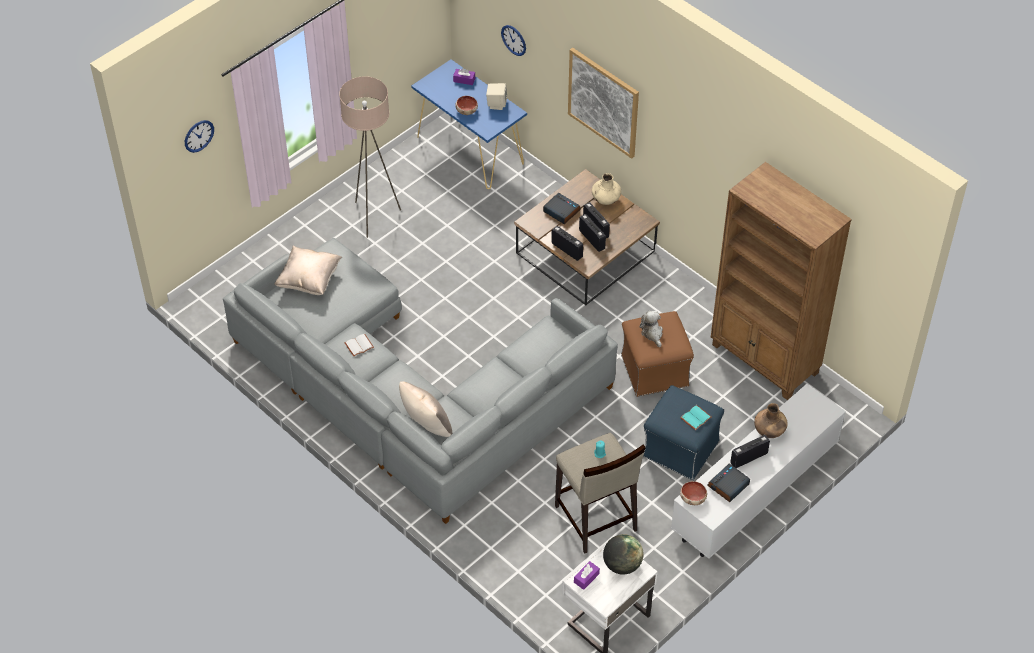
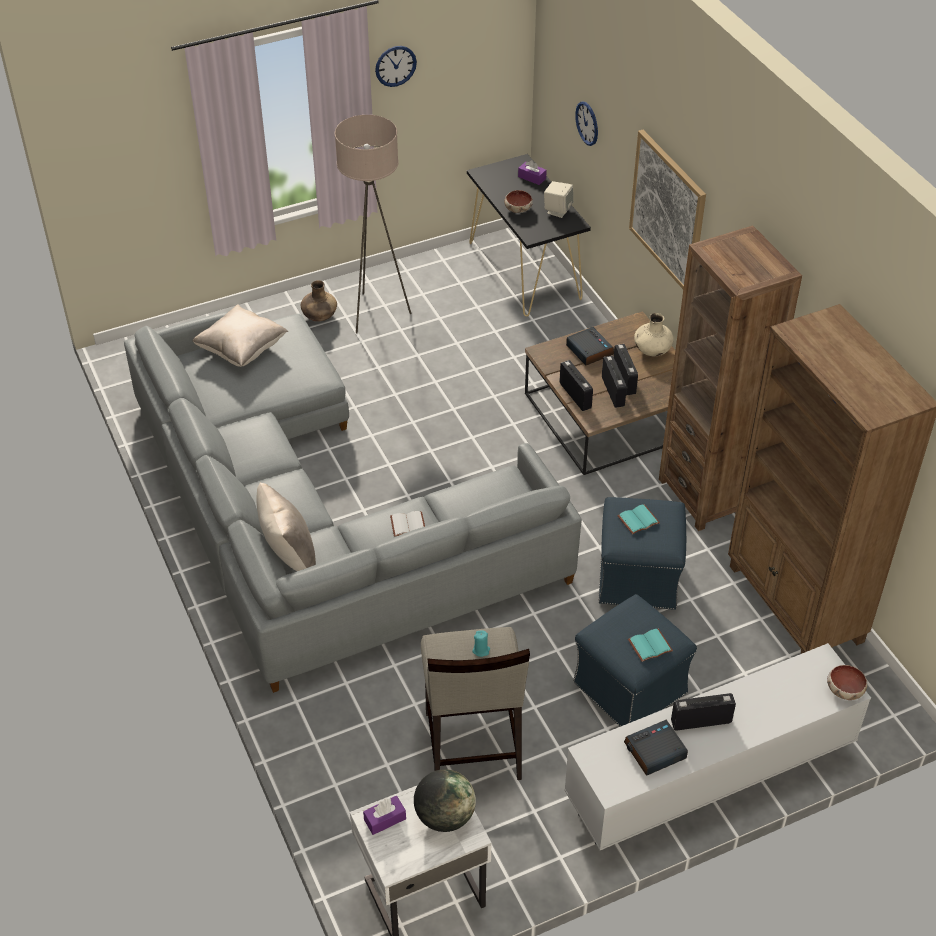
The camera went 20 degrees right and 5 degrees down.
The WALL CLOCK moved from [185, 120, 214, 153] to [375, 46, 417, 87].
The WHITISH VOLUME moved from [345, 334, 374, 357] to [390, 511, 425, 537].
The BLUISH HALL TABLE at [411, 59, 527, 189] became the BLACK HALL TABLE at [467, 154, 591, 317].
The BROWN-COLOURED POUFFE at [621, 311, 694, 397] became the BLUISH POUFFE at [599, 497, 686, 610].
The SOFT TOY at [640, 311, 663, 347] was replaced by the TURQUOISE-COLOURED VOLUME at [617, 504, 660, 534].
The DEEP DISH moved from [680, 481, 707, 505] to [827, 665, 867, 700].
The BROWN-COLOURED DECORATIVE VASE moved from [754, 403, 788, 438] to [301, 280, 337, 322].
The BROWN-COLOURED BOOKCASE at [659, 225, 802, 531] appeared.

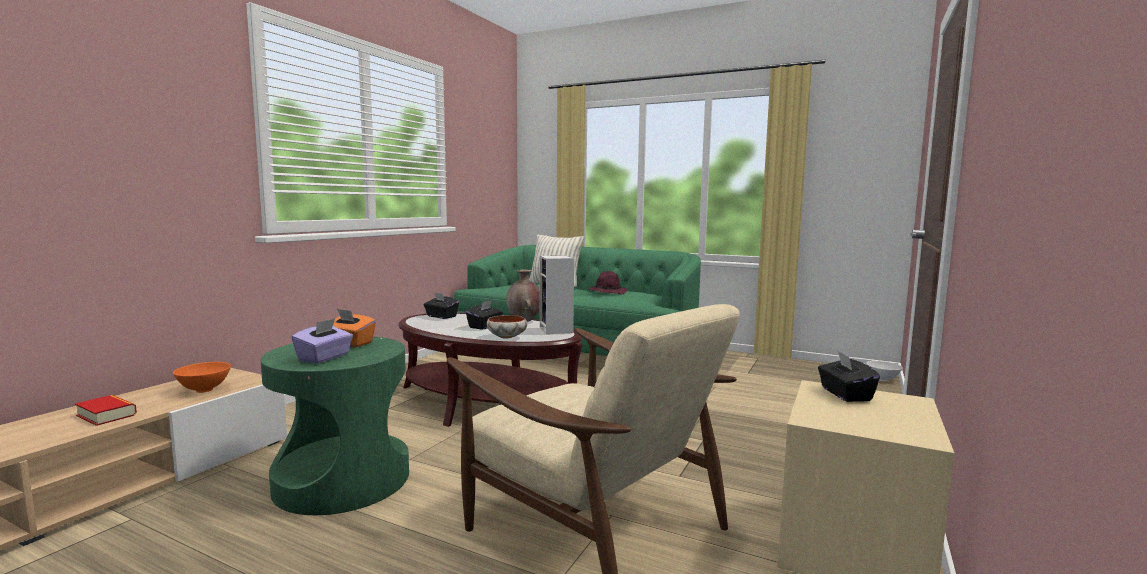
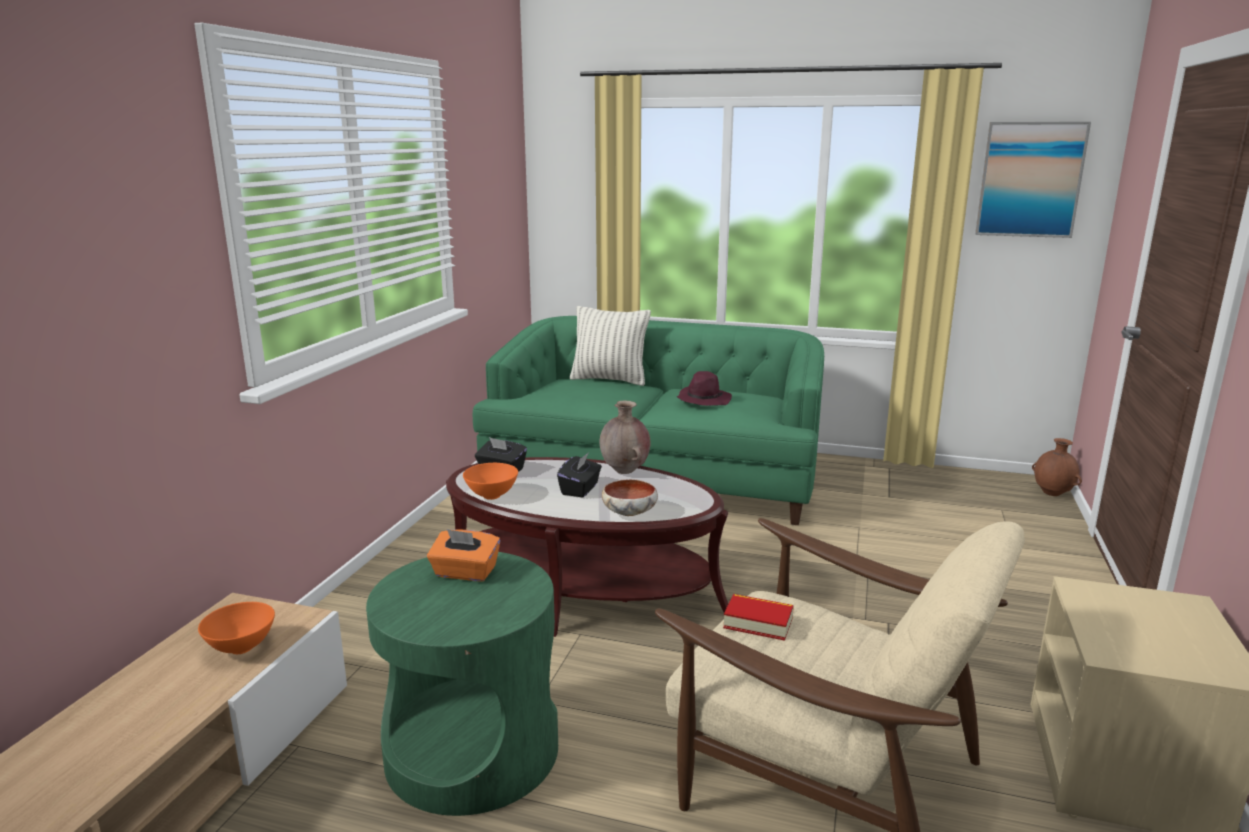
The camera went 10 degrees left and 10 degrees up.
The VOLUME moved from [75, 395, 137, 426] to [723, 594, 794, 641].
The PURPLE-COLOURED TISSUE BOX at [291, 319, 353, 364] disappeared.
The LOUDSPEAKER at [540, 256, 574, 334] disappeared.
The BLACK TISSUE BOX at [818, 350, 880, 402] disappeared.
The WHITISH DEEP DISH at [866, 361, 903, 381] was replaced by the BROWN-COLOURED DECORATIVE VASE at [1032, 438, 1082, 496].
The ORANGE-COLOURED DEEP DISH at [463, 463, 518, 500] appeared.
The WALL PICTURE at [975, 122, 1091, 238] appeared.

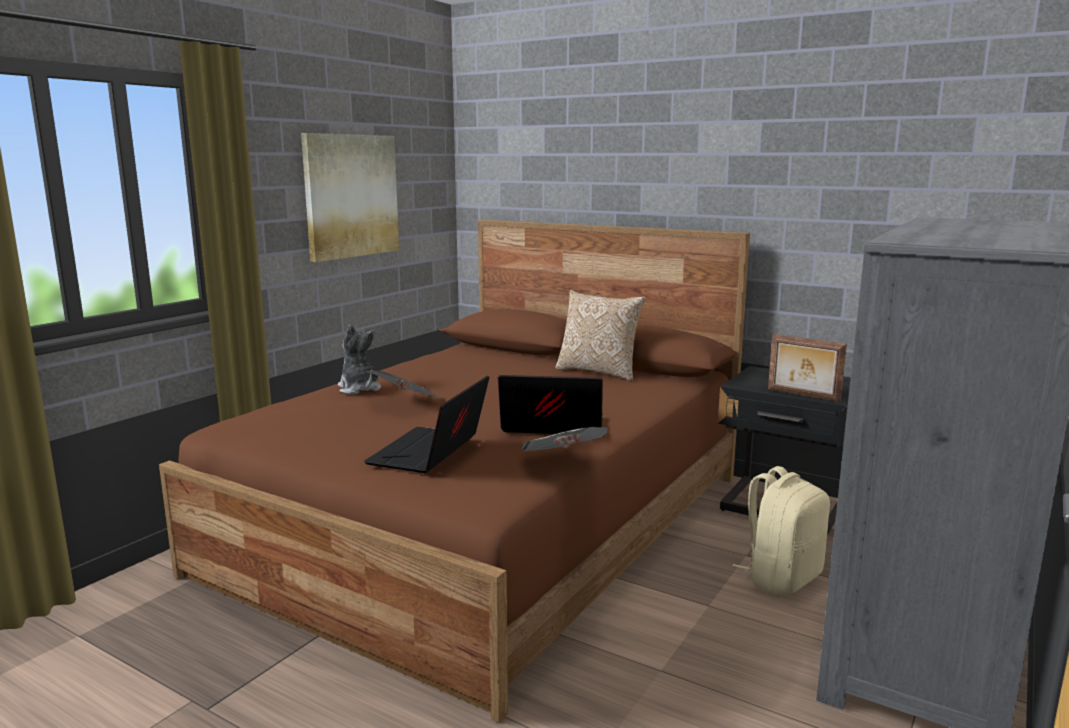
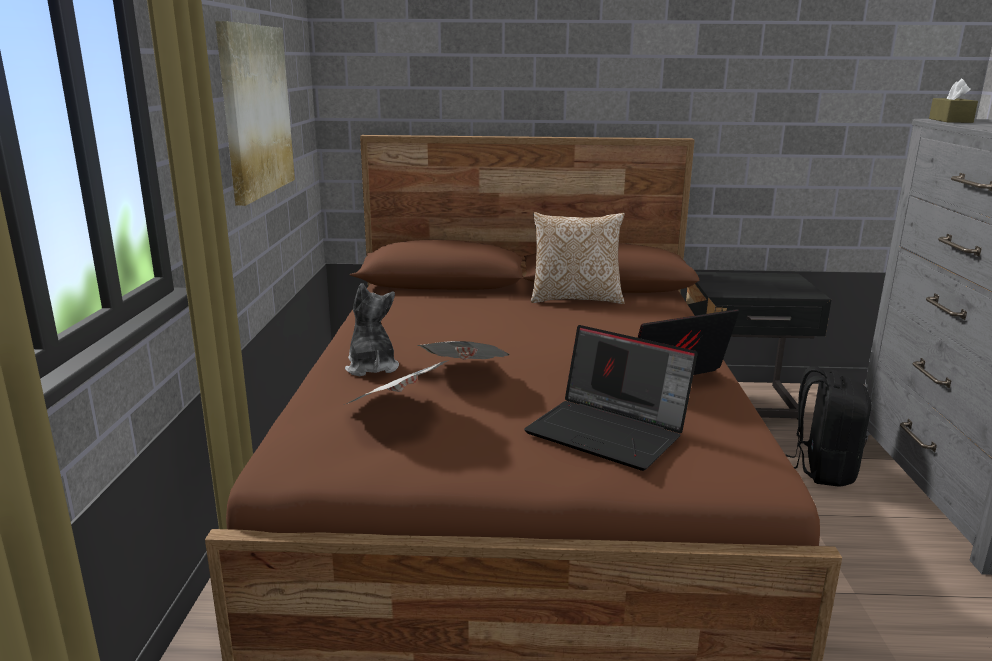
The camera went 30 degrees left and 5 degrees up.
The SOFT TOY at [338, 324, 381, 395] turned 45 degrees clockwise.
The LAPTOP at [364, 376, 489, 473] turned 45 degrees counterclockwise.
The NEWSPAPER moved from [522, 427, 608, 451] to [344, 360, 449, 405].
The BEIGE KNAPSACK at [732, 466, 830, 595] became the BLACK KNAPSACK at [785, 366, 871, 487].
The STANDING FRAME at [768, 334, 847, 402] disappeared.
The BROWN-COLOURED TISSUE BOX at [929, 79, 978, 123] appeared.

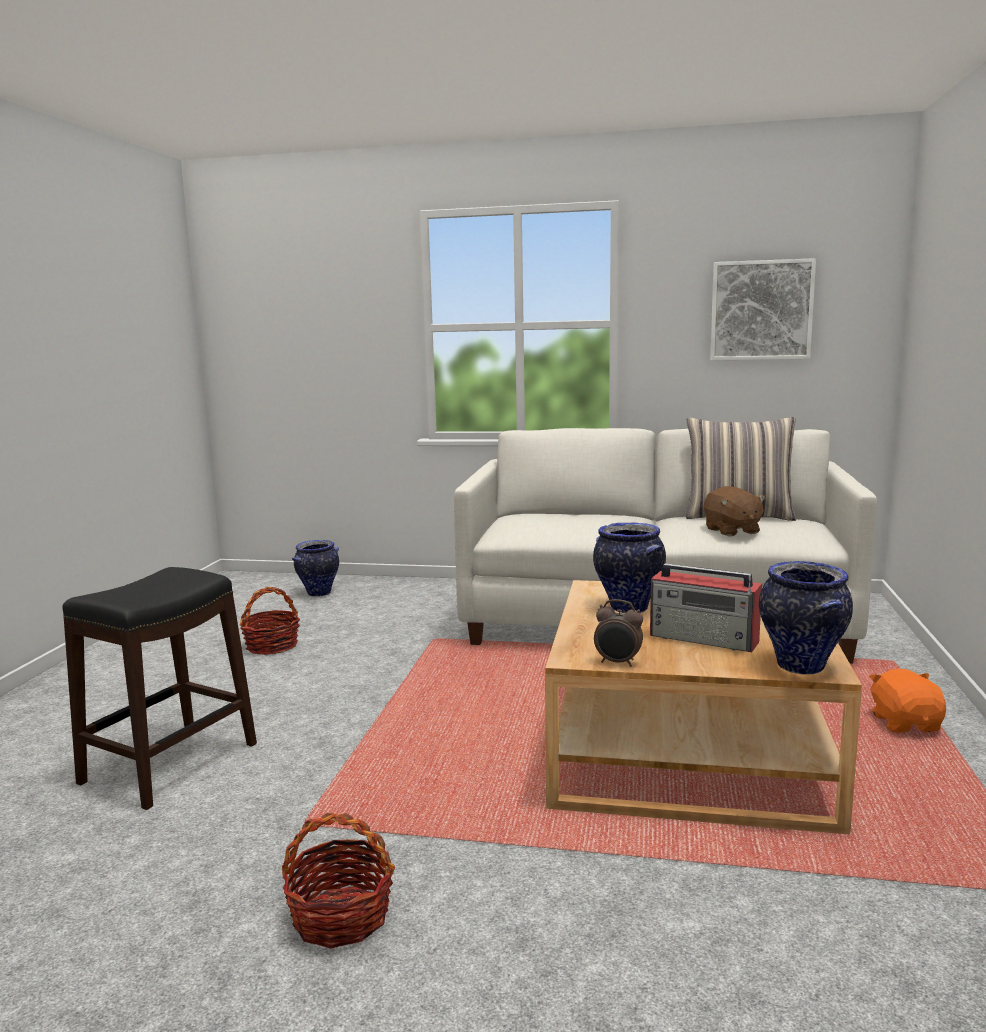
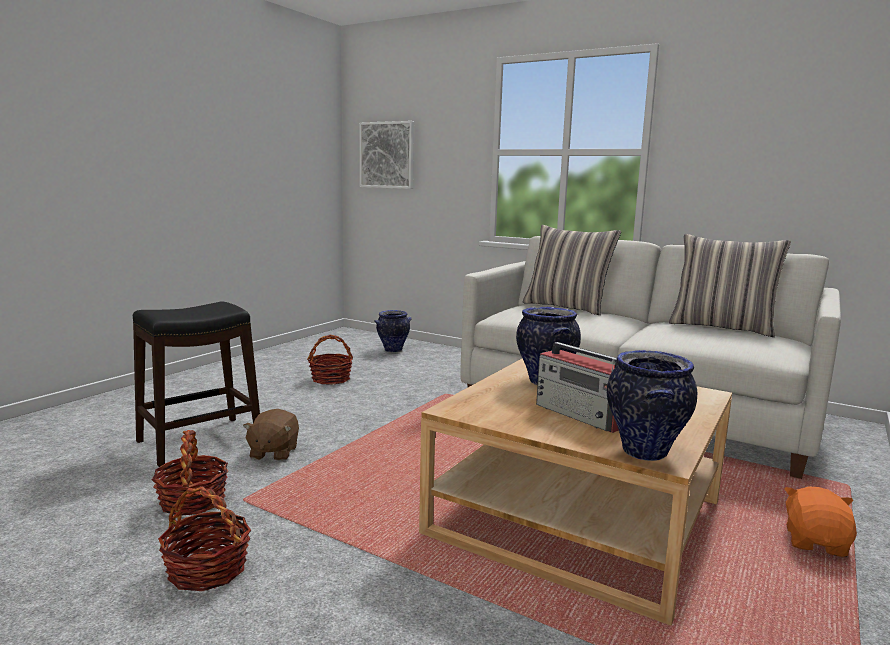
The camera went 20 degrees right and 0 degrees up.
The TABLE CLOCK at [594, 599, 643, 667] disappeared.
The BROWN-COLOURED SOFT TOY moved from [704, 486, 766, 536] to [243, 409, 299, 461].
The WALL PICTURE moved from [710, 258, 816, 361] to [359, 121, 414, 189].
The STORAGE BASKET at [152, 430, 228, 515] appeared.
The PILLOW at [523, 225, 621, 315] appeared.

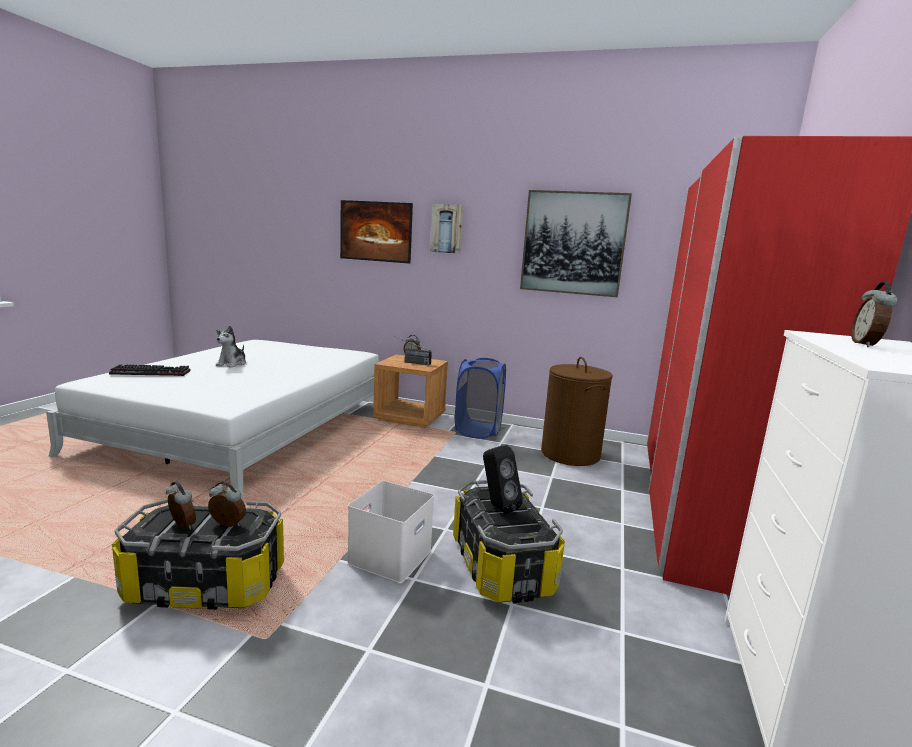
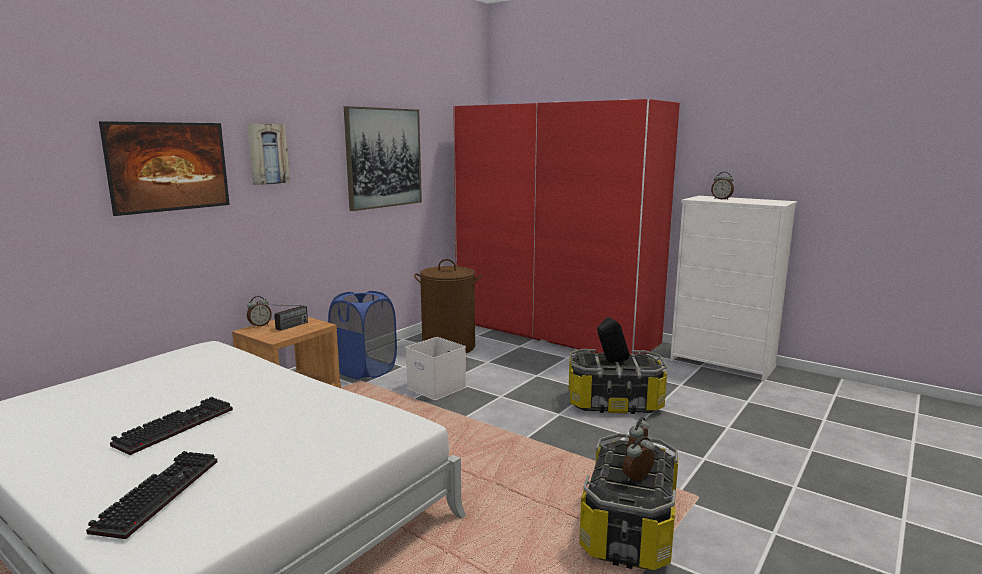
The camera went 70 degrees left and 0 degrees up.
The SOFT TOY at [216, 326, 246, 368] was replaced by the PC KEYBOARD at [110, 397, 233, 455].
The WHITISH STORAGE CONTAINER moved from [347, 481, 434, 583] to [406, 337, 466, 400].

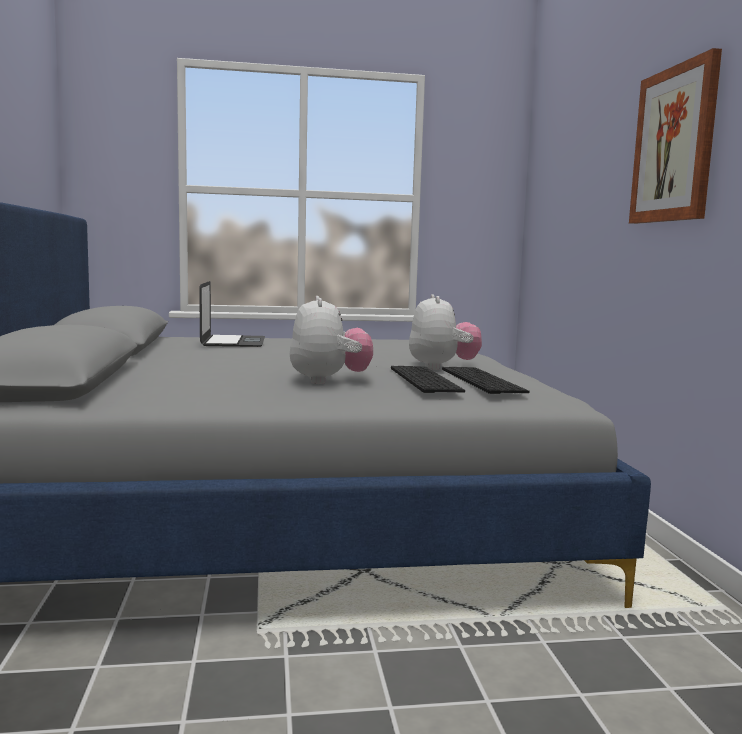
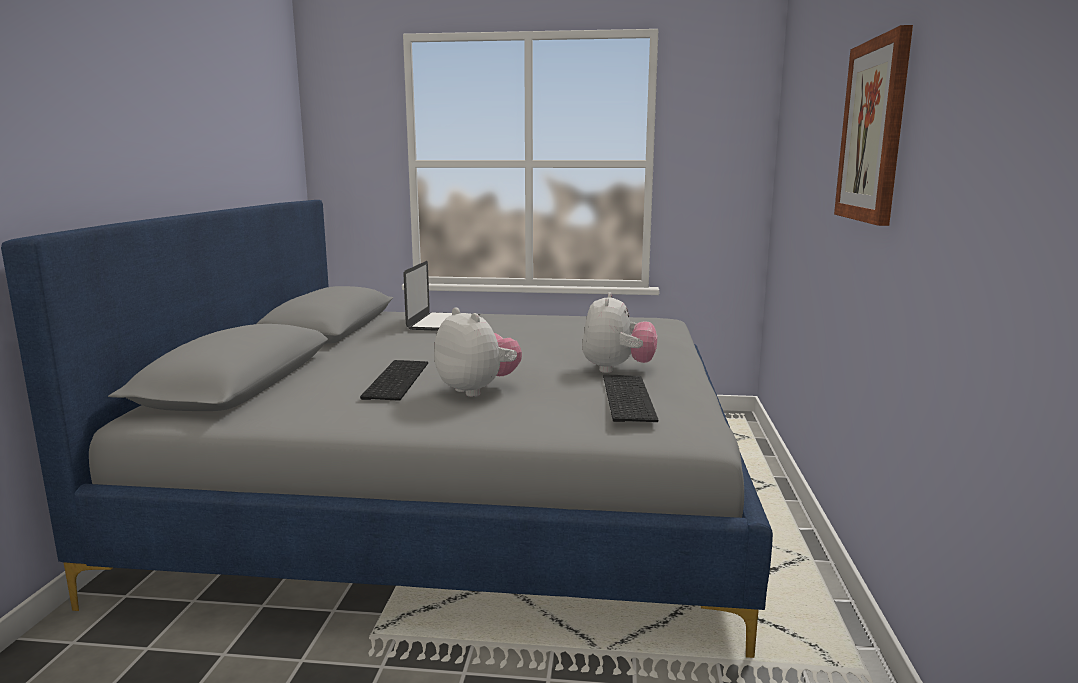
The camera went 15 degrees right and 5 degrees up.
The SOFT TOY at [290, 296, 373, 384] turned 45 degrees counterclockwise.
The PC KEYBOARD moved from [391, 366, 465, 393] to [360, 360, 428, 401].

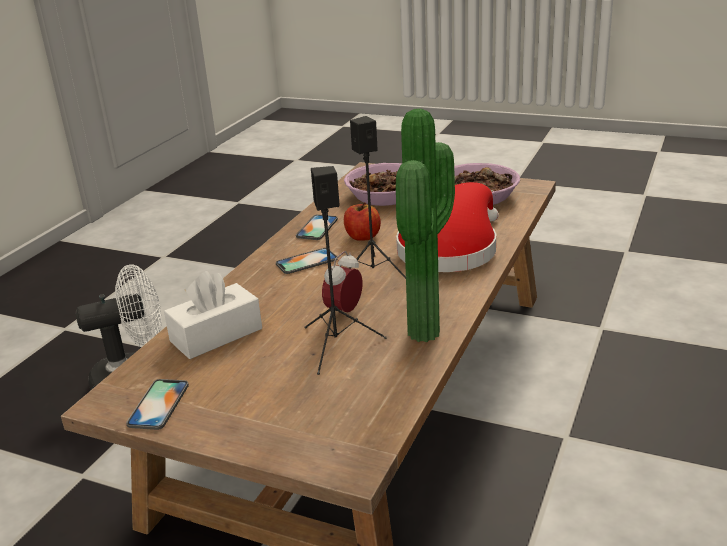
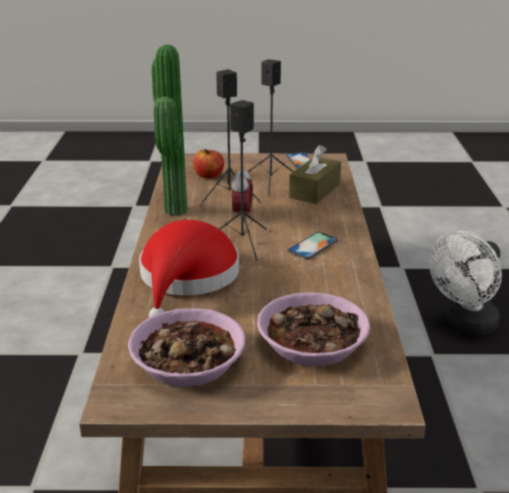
The camera went 155 degrees right and 0 degrees up.
The WHITISH TISSUE BOX at [164, 271, 262, 359] became the BROWN-COLOURED TISSUE BOX at [289, 145, 341, 204].
The TELEPHONE at [296, 215, 338, 240] disappeared.
The APPLE FRUIT moved from [344, 202, 381, 240] to [193, 149, 224, 178].
The BLACK LOUDSPEAKER at [247, 59, 294, 195] appeared.

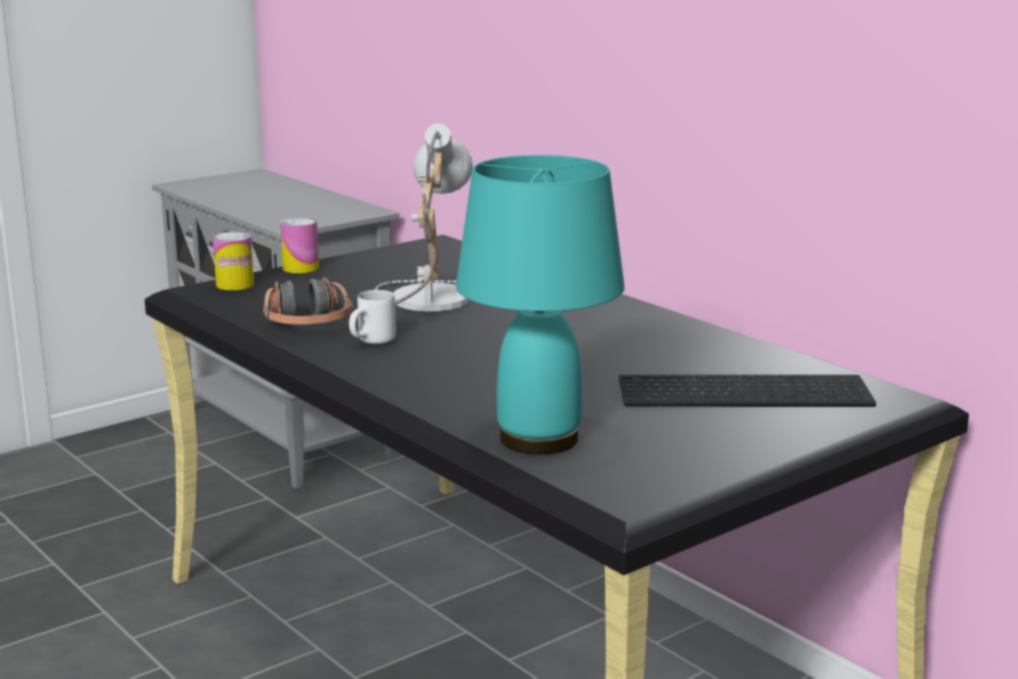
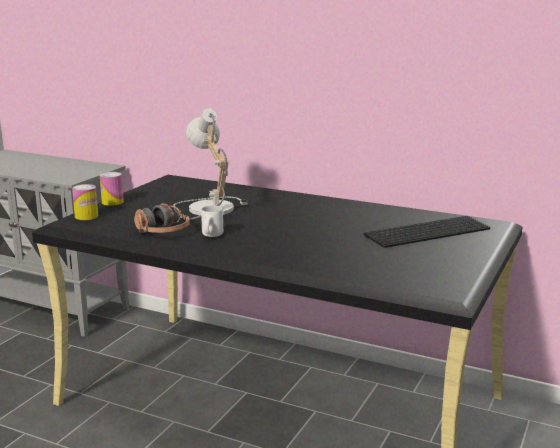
The camera went 25 degrees left and 0 degrees up.
The TURQUOISE-COLOURED TABLE LAMP at [456, 155, 625, 455] disappeared.

